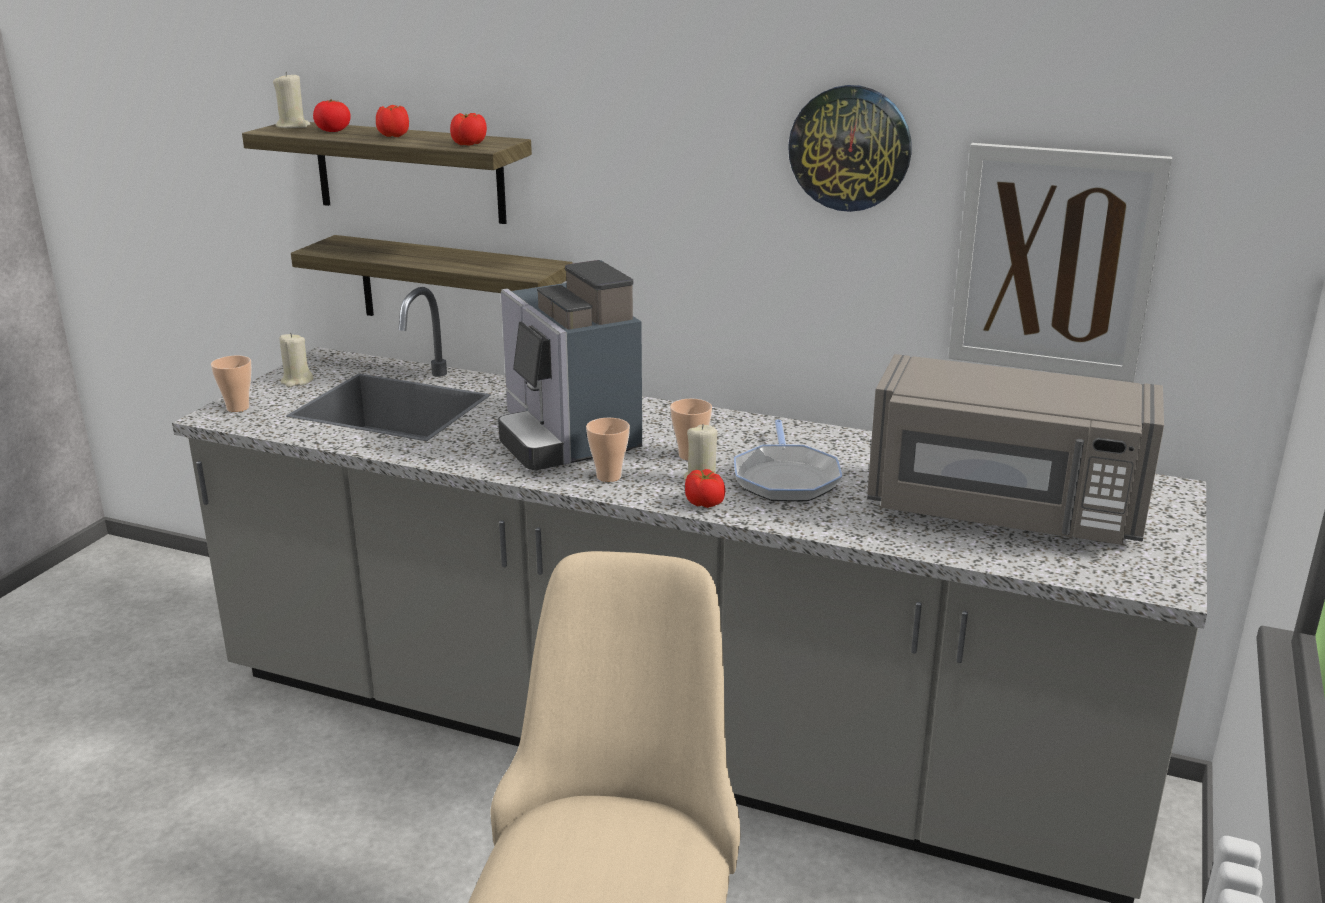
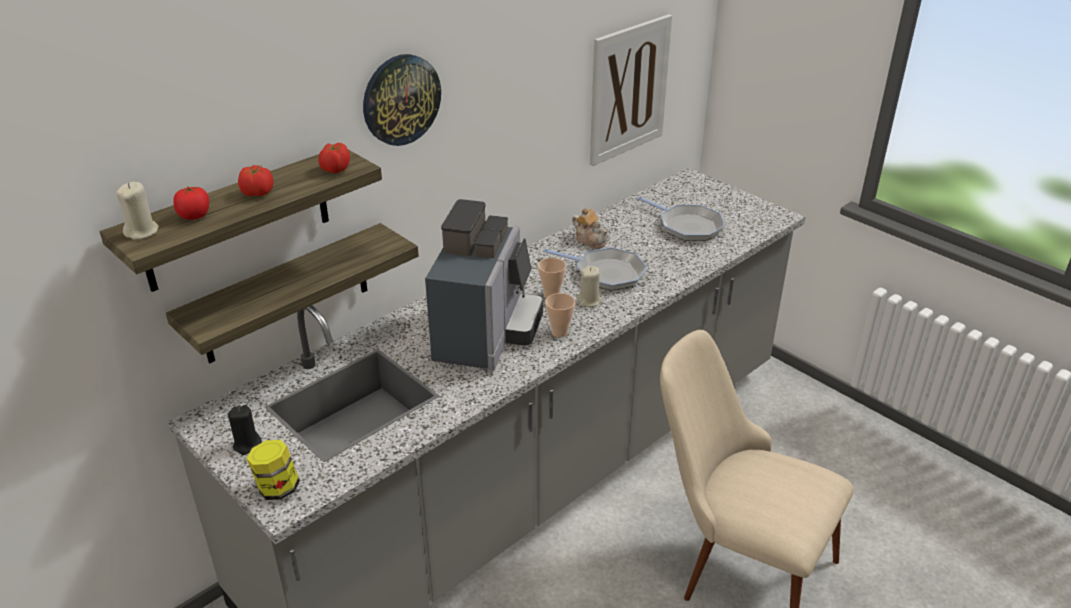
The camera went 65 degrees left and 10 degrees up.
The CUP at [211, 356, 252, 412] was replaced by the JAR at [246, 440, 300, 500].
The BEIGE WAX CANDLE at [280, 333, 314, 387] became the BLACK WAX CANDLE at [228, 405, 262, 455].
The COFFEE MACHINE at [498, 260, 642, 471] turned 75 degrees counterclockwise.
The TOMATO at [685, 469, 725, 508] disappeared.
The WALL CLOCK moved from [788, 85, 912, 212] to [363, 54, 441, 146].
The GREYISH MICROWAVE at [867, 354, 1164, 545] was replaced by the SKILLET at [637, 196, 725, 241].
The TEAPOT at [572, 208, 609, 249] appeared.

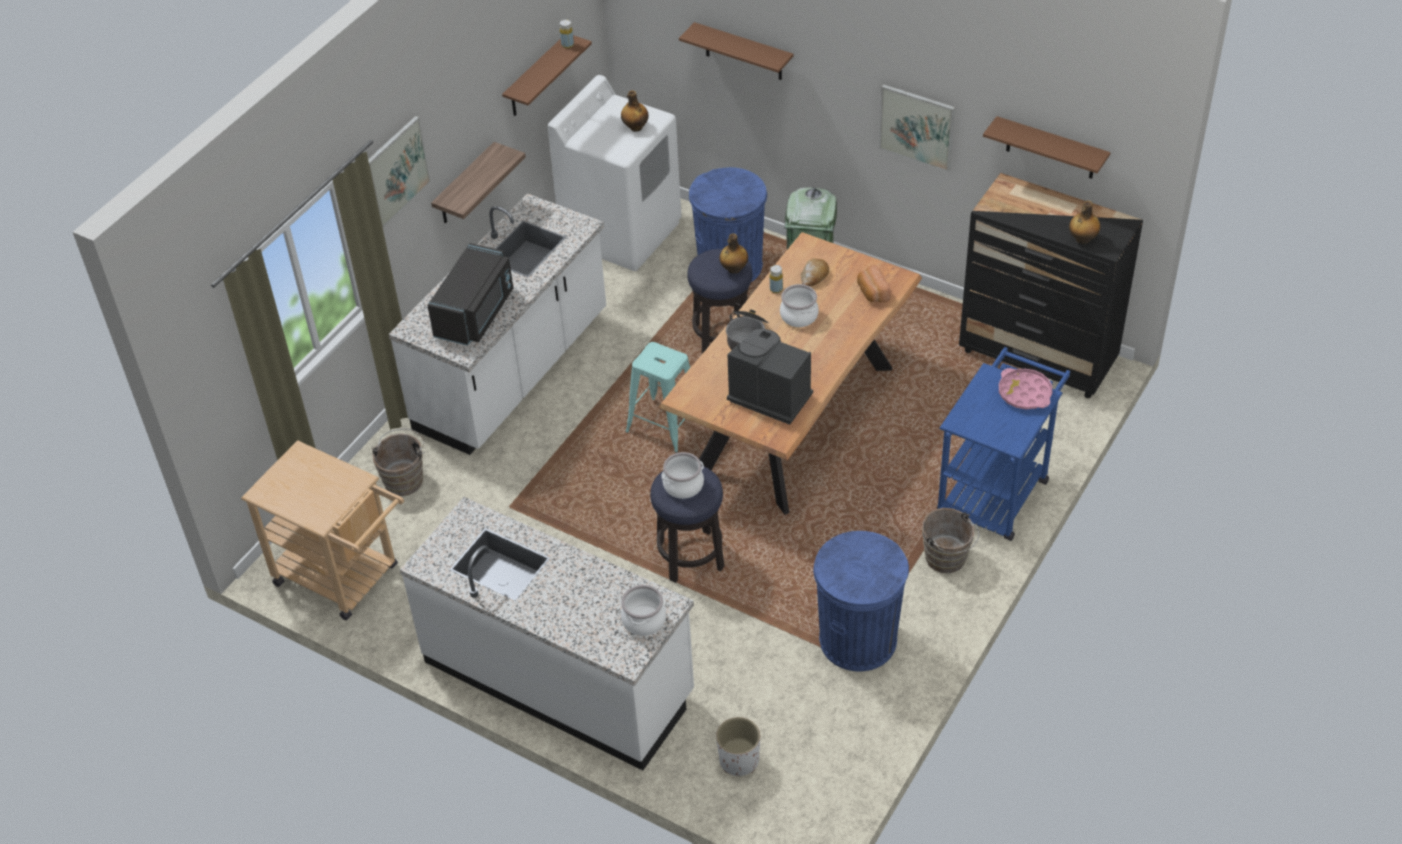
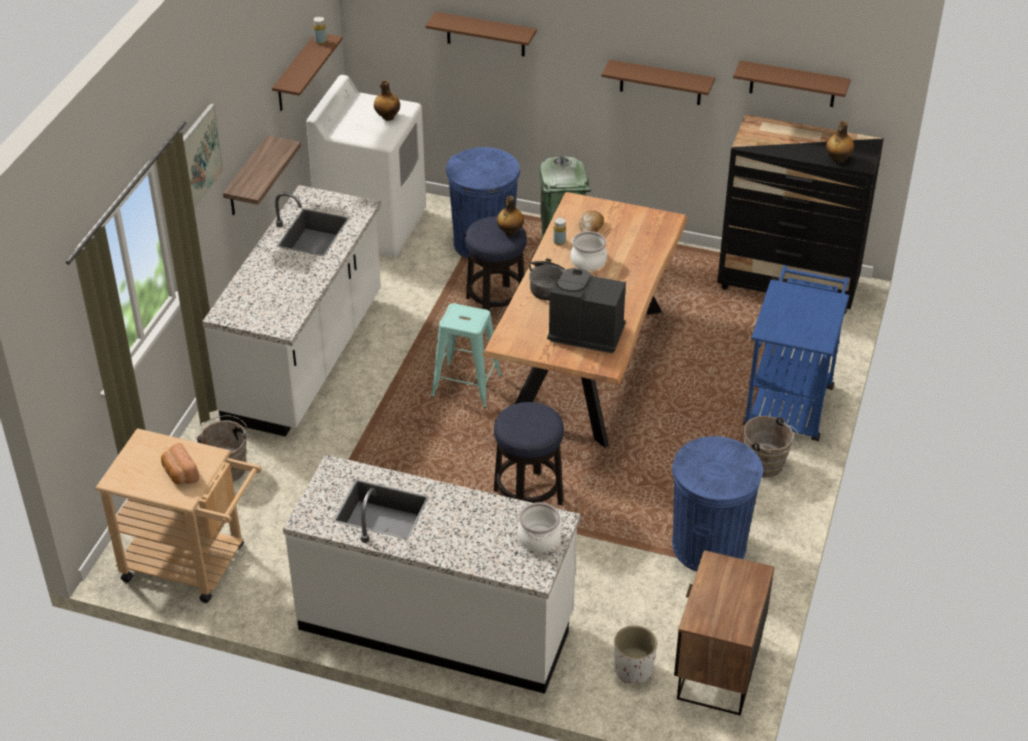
The camera went 15 degrees left and 5 degrees down.
The BLACK MICROWAVE at [427, 243, 513, 346] disappeared.
The SAUCEPOT at [661, 452, 704, 499] disappeared.
The BAKERY BREAD moved from [857, 265, 891, 302] to [161, 443, 199, 485].
The WALL PICTURE at [879, 84, 955, 172] was replaced by the BROWN-COLOURED SHELF at [601, 60, 715, 105].
The PINKISH TRAY at [999, 368, 1052, 409] disappeared.
The NIGHTSTAND at [674, 550, 775, 715] appeared.

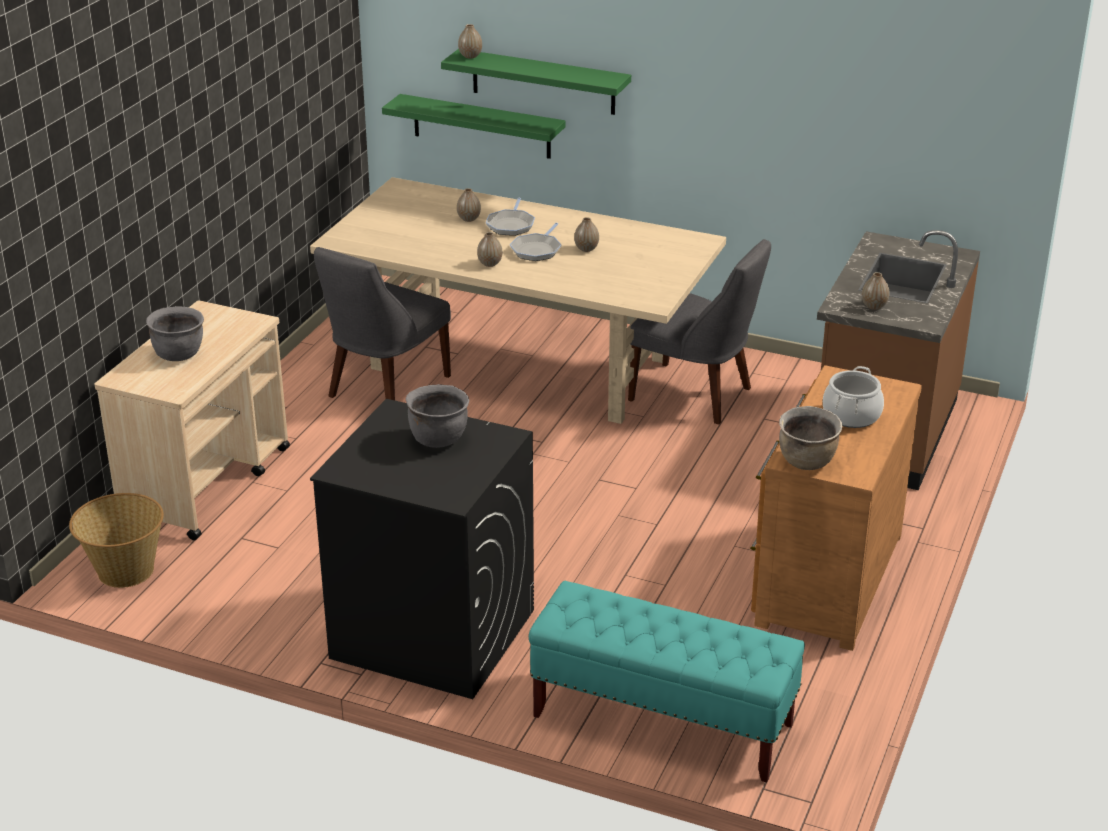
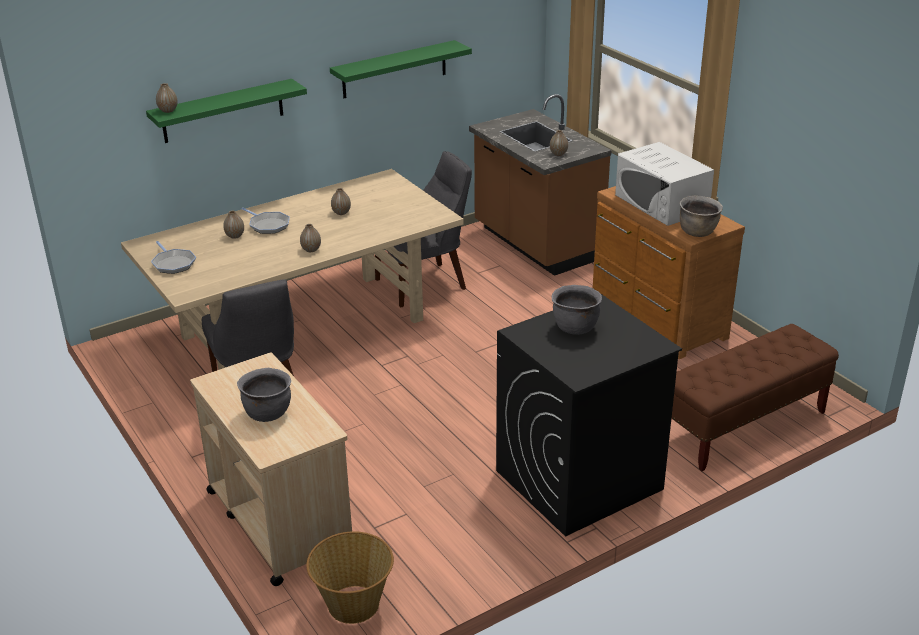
The camera went 55 degrees left and 0 degrees up.
The GREEN SHELF moved from [382, 94, 566, 159] to [330, 40, 472, 98].
The SKILLET moved from [510, 223, 562, 261] to [151, 241, 196, 274].
The TURQUOISE-COLOURED BENCH at [529, 581, 805, 782] became the BROWN-COLOURED BENCH at [672, 324, 839, 471].
The SAUCEPOT at [823, 366, 884, 428] was replaced by the WHITISH MICROWAVE at [615, 142, 714, 226].

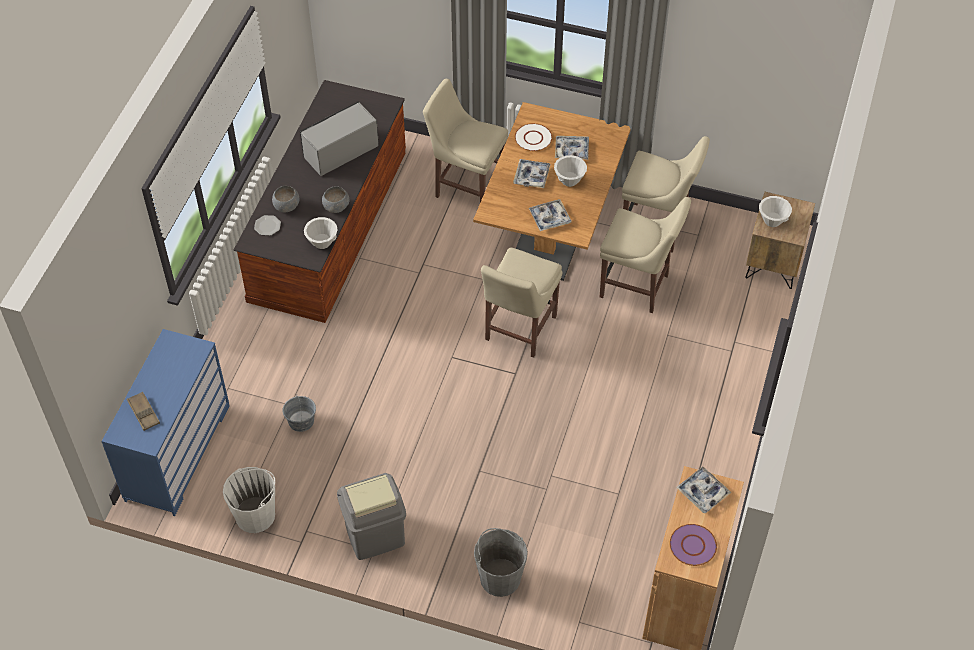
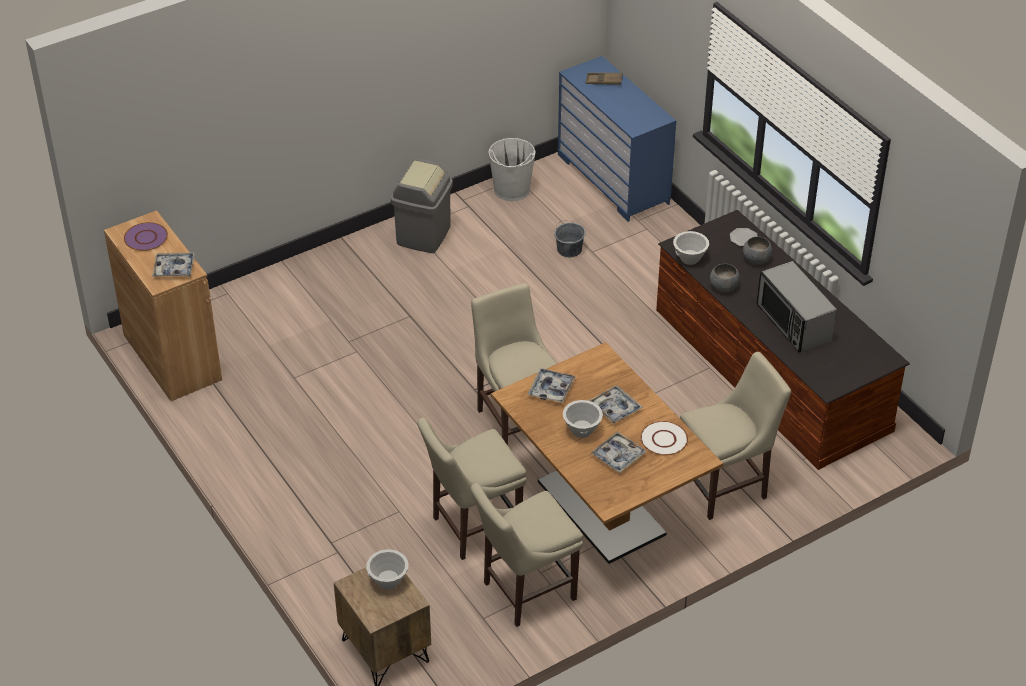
The camera went 130 degrees right and 10 degrees down.
The MICROWAVE at [300, 102, 379, 176] turned 150 degrees clockwise.
The GREYISH BUCKET at [474, 528, 528, 597] disappeared.

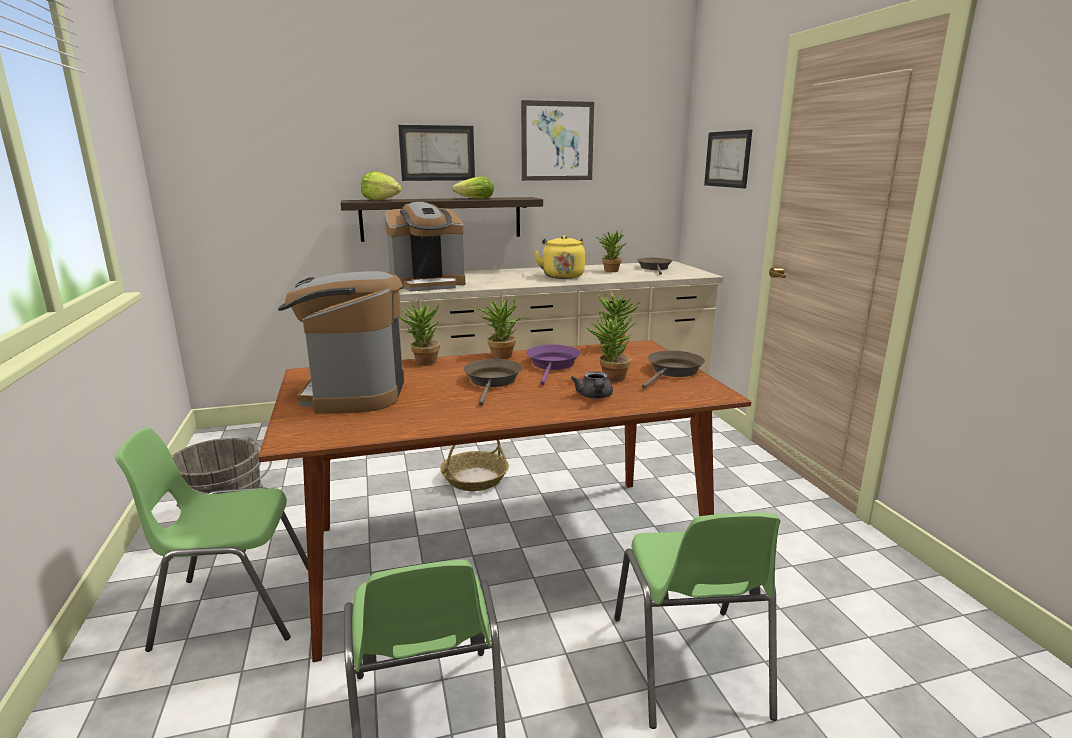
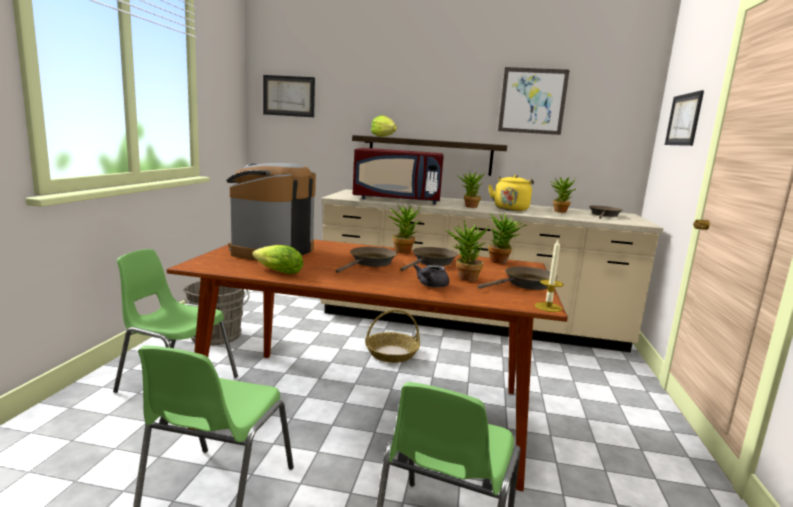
The camera went 25 degrees right and 5 degrees down.
The COFFEE MACHINE at [385, 202, 465, 291] was replaced by the RED-COLOURED MICROWAVE at [353, 148, 444, 205].
The WALL PICTURE moved from [398, 125, 475, 181] to [263, 75, 315, 117].
The PLANT IN A POT moved from [399, 300, 440, 365] to [458, 170, 485, 208].
The LETTUCE moved from [452, 177, 494, 199] to [252, 245, 304, 274].
The PURPLE-COLOURED SKILLET at [526, 344, 581, 385] became the BROWN-COLOURED SKILLET at [400, 247, 458, 271].
The WAX CANDLE at [535, 240, 564, 312] appeared.

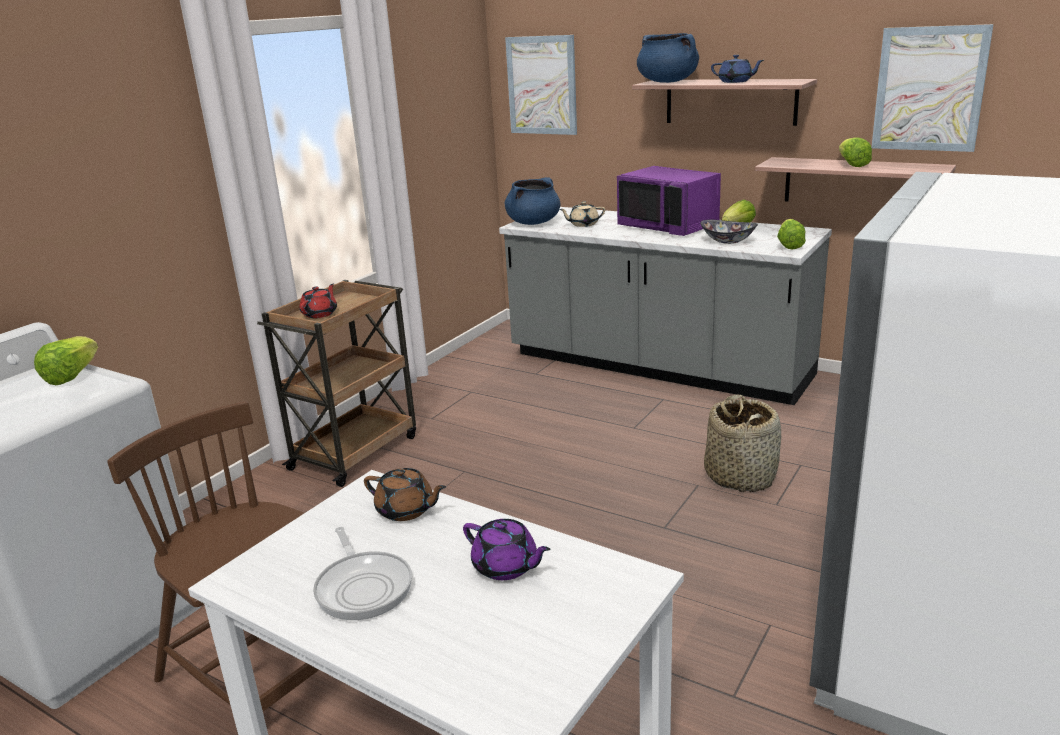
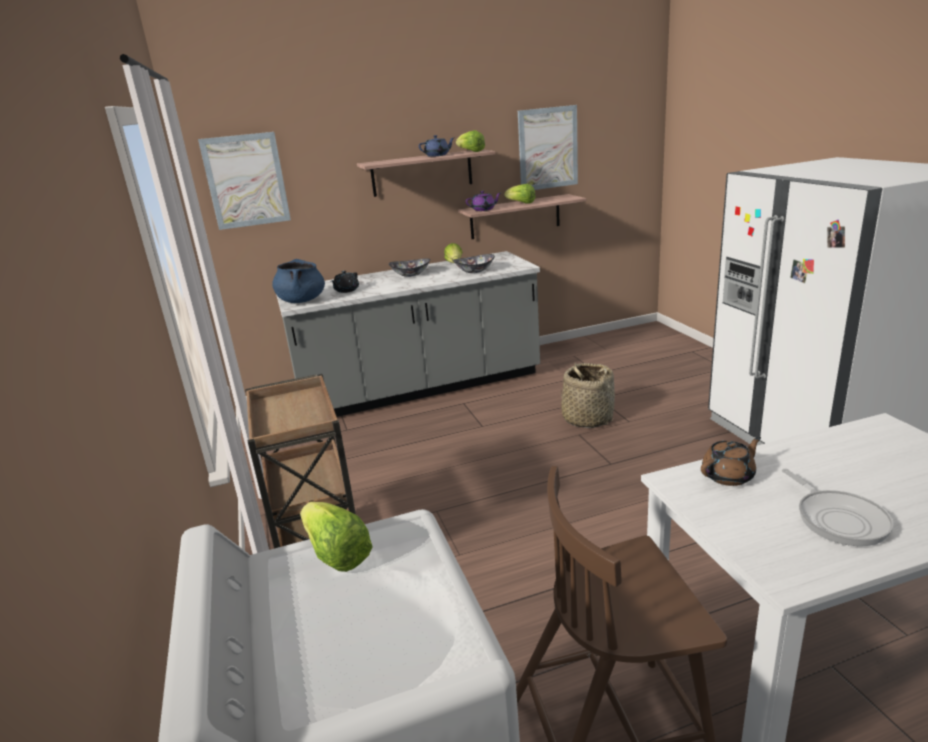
The camera went 50 degrees left and 0 degrees up.
The RED-COLOURED TEAPOT at [300, 283, 337, 318] disappeared.
The SKILLET at [313, 527, 412, 620] turned 60 degrees clockwise.
The PURPLE-COLOURED TEAPOT moved from [463, 519, 550, 580] to [466, 191, 501, 211].
The BEIGE TEAPOT at [559, 202, 605, 227] became the BLACK TEAPOT at [331, 271, 359, 293].
The PURPLE-COLOURED MICROWAVE at [617, 166, 721, 236] was replaced by the DEEP DISH at [389, 258, 430, 277].
The BLUISH SAUCEPOT at [637, 33, 699, 83] disappeared.
The LETTUCE moved from [777, 219, 806, 249] to [456, 130, 485, 152].

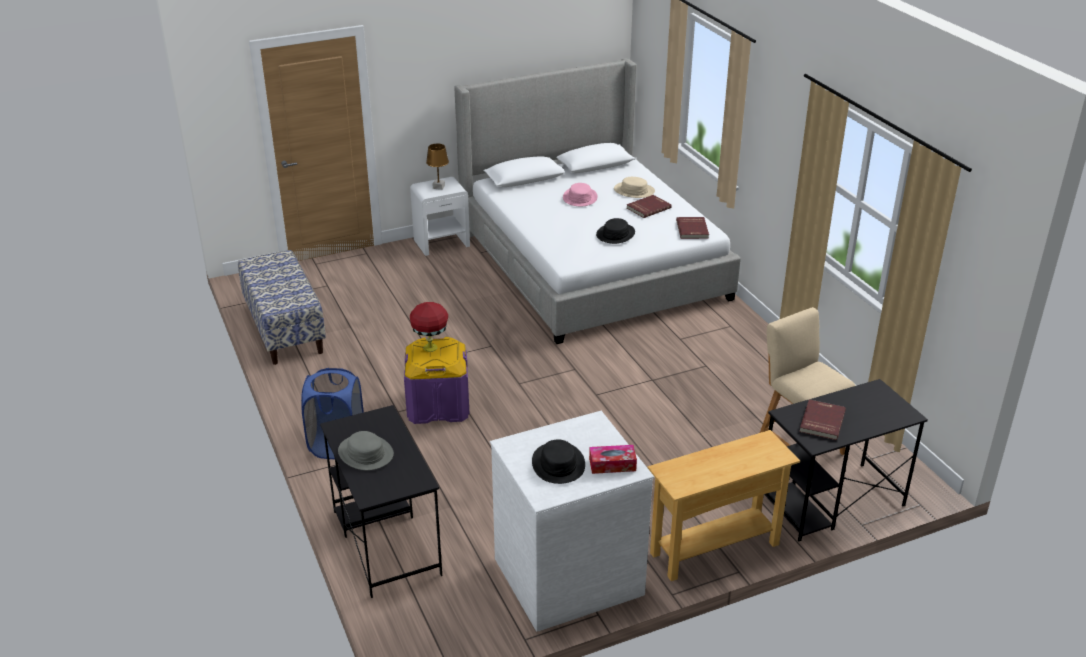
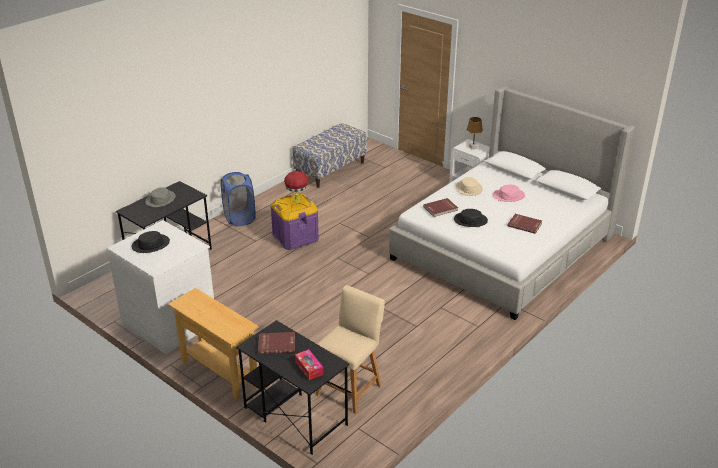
The camera went 65 degrees right and 0 degrees up.
The TISSUE BOX moved from [589, 445, 637, 474] to [295, 349, 323, 380].
The BEIGE HAT moved from [614, 177, 655, 198] to [456, 177, 483, 196].
The RED-COLOURED VOLUME moved from [676, 217, 709, 239] to [423, 198, 458, 217].

